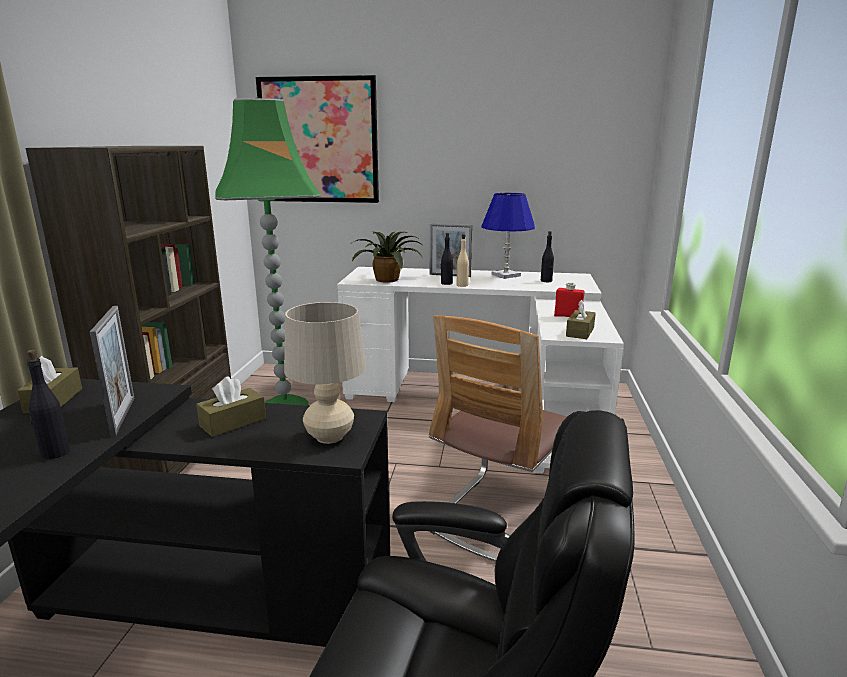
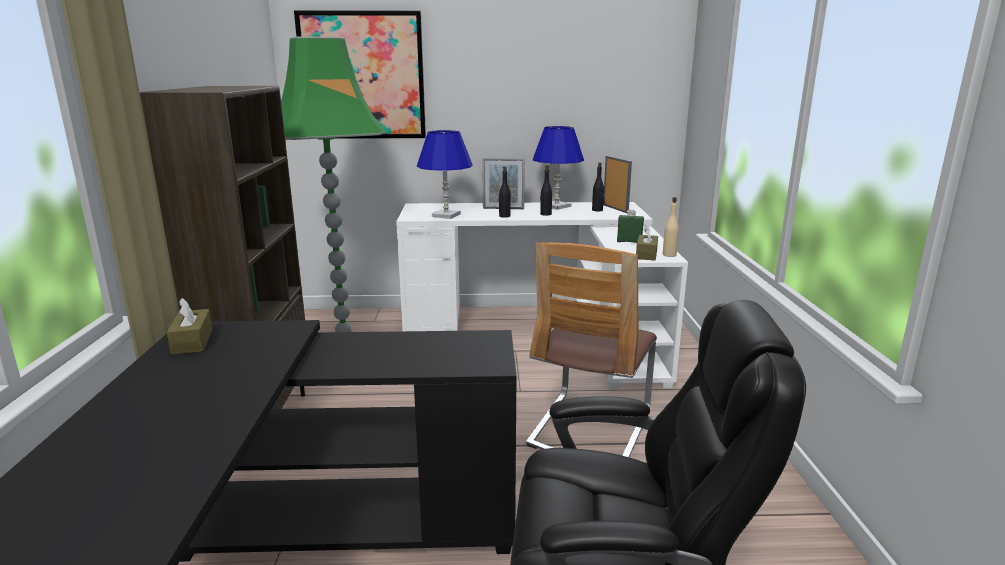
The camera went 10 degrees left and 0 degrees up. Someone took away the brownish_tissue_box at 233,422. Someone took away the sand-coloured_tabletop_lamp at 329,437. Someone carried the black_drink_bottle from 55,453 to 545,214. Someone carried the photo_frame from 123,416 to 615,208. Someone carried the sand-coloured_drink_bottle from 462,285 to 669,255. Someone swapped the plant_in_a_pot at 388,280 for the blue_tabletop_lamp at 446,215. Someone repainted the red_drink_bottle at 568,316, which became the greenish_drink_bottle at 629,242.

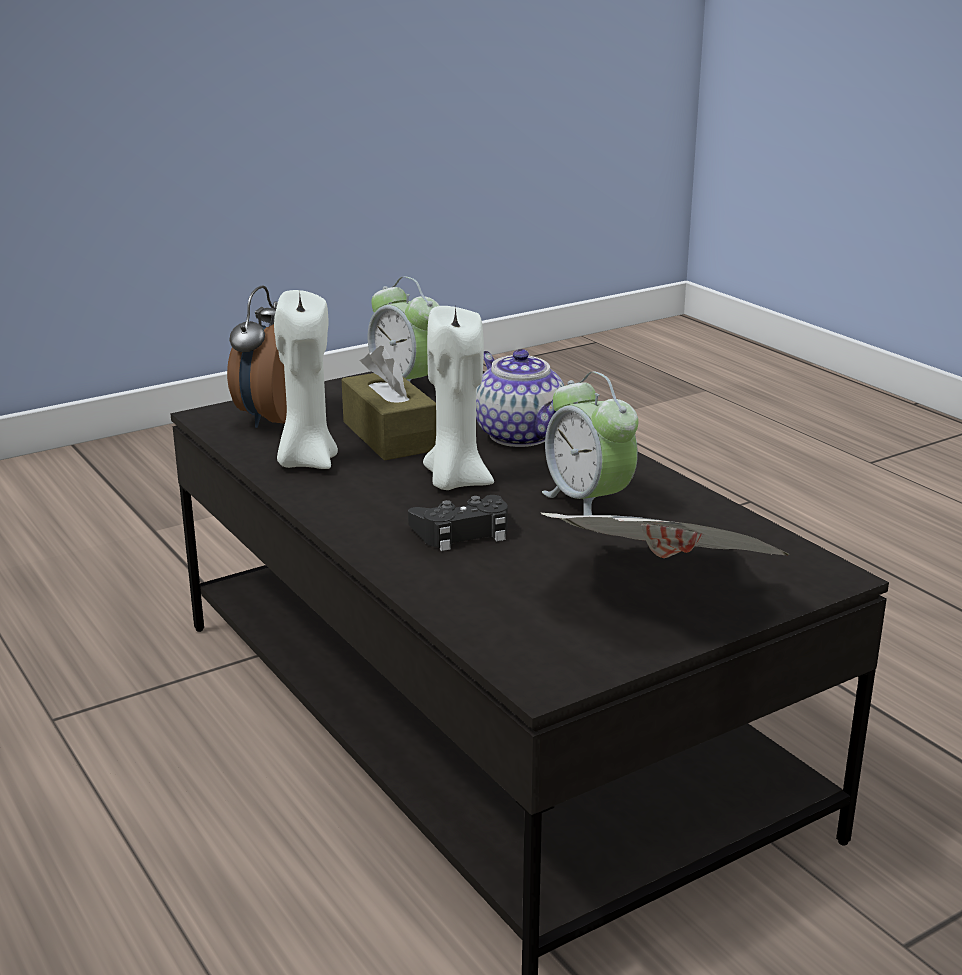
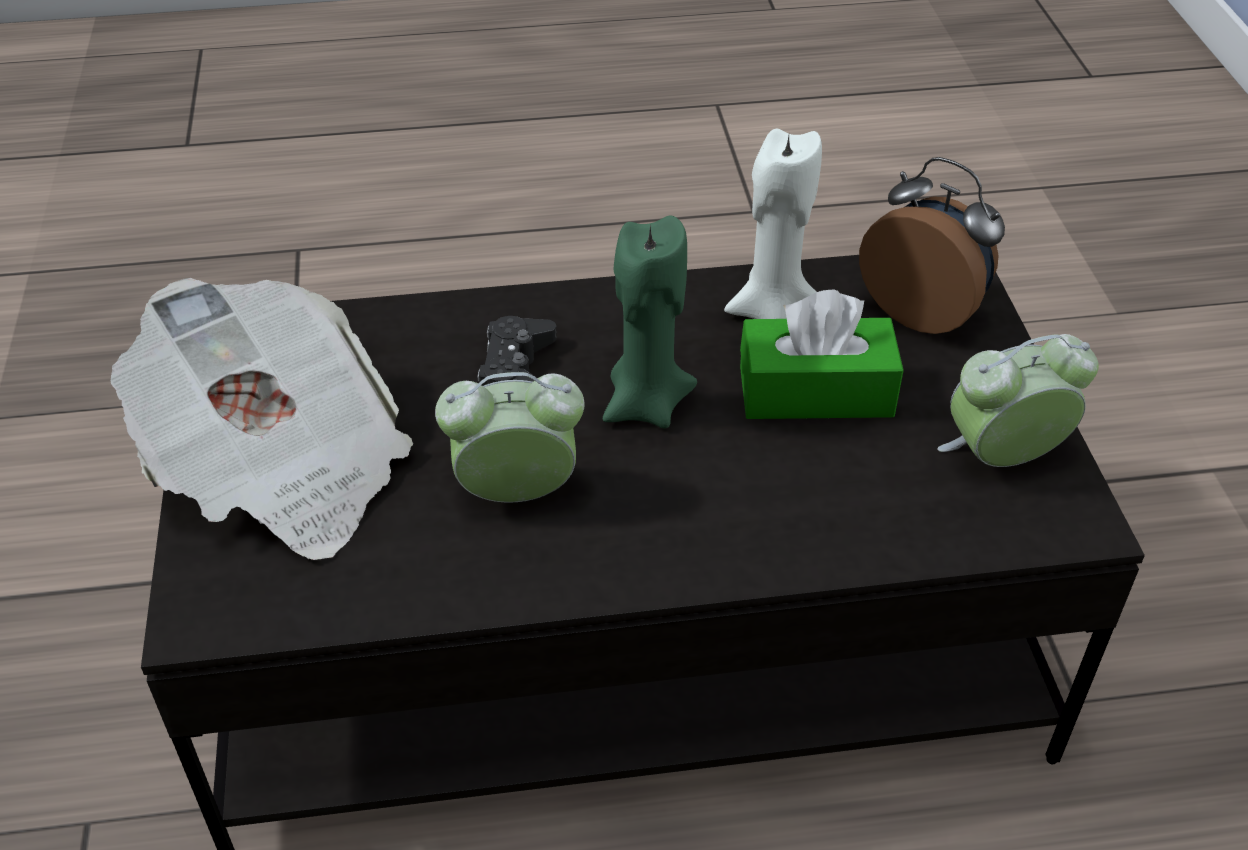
The camera went 115 degrees right and 20 degrees up. Someone took away the pot_for_tea at 521,435. Someone repainted the brownish_tissue_box at 390,436, which became the greenish_tissue_box at 815,392. Someone repainted the whitish_wax_candle at 455,481, which became the greenish_wax_candle at 646,405.

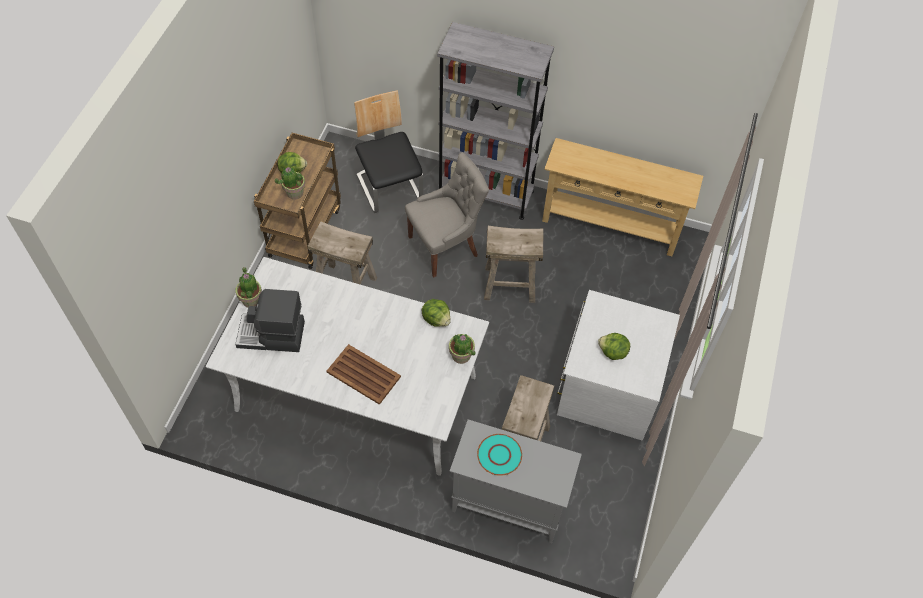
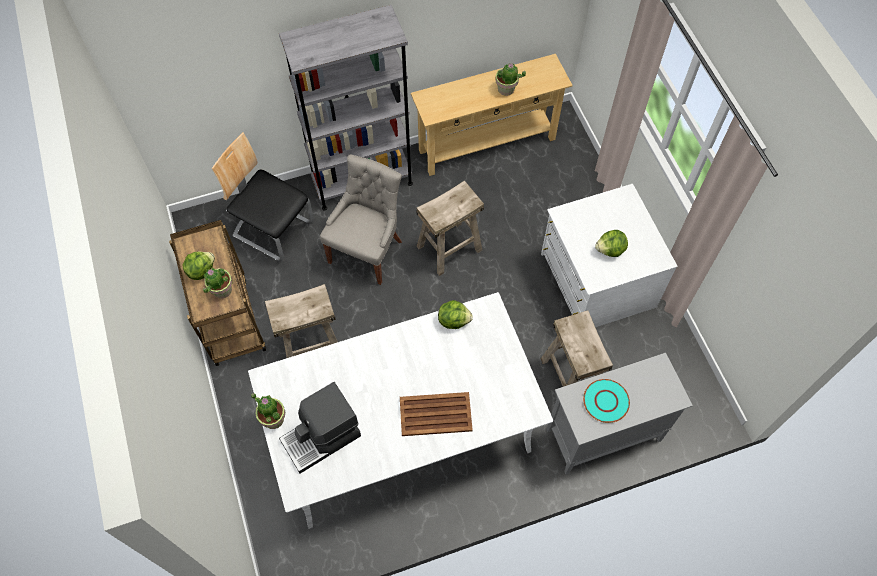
The camera went 35 degrees left and 5 degrees up. Someone carried the plant_in_a_pot from 461,356 to 506,89.

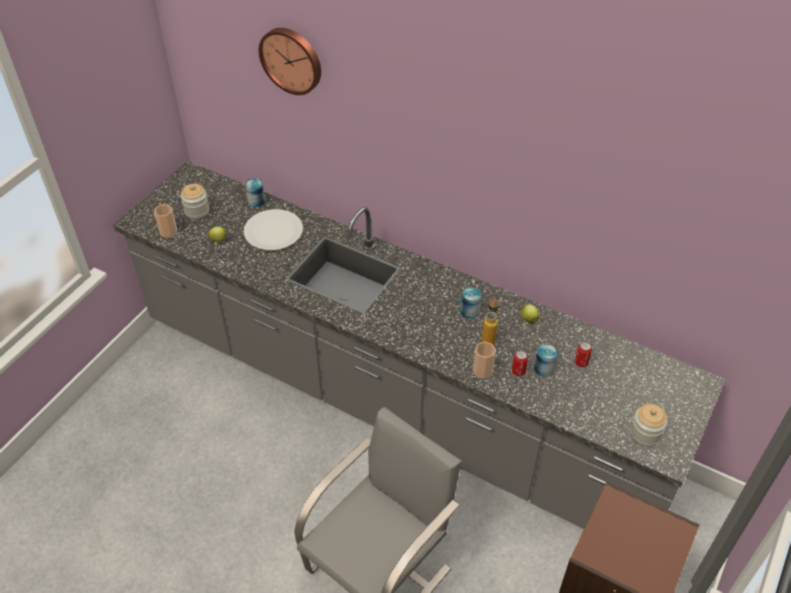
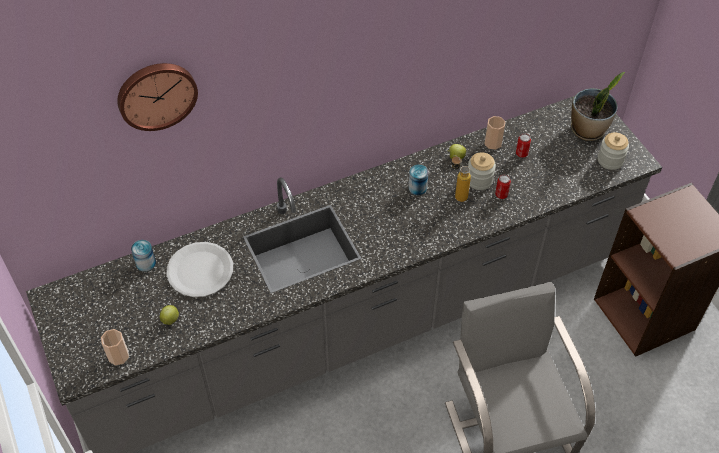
The camera went 55 degrees left and 5 degrees up. Someone took away the metal_can at 544,368. Someone put down the plant_in_a_pot at 588,130. Someone carried the jar from 197,211 to 479,180. Someone carried the cup from 482,370 to 493,143.

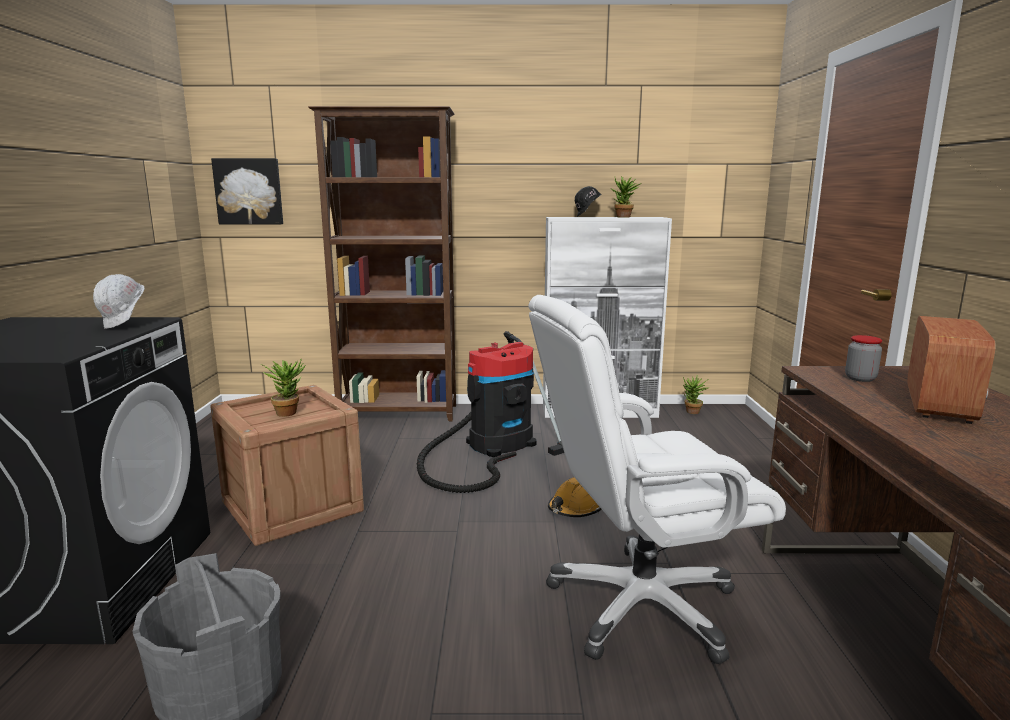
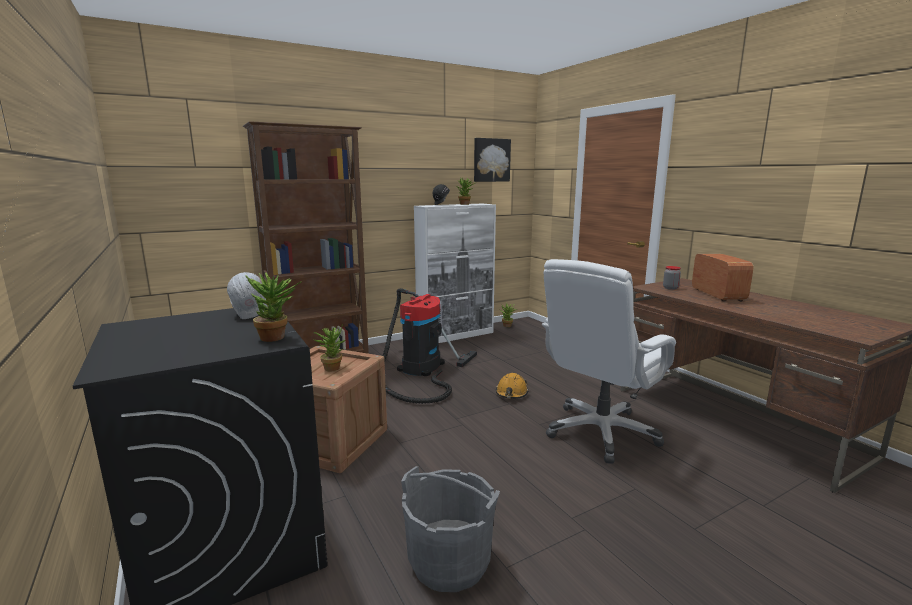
The camera went 30 degrees left and 0 degrees up. Someone put down the plant_in_a_pot at 277,337. Someone carried the wall_art from 249,191 to 491,160.

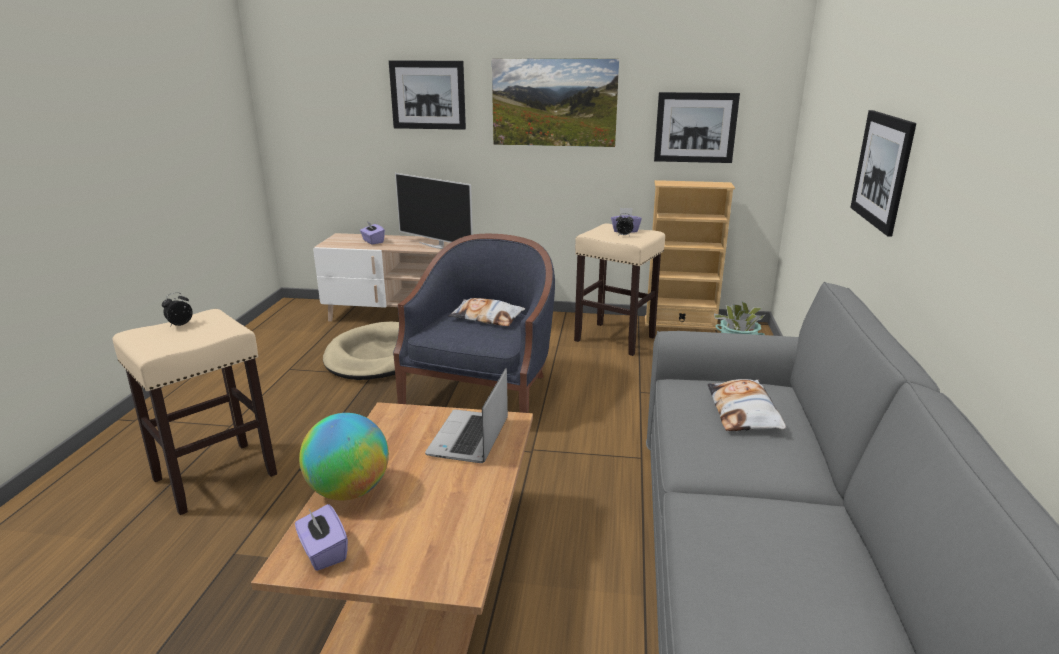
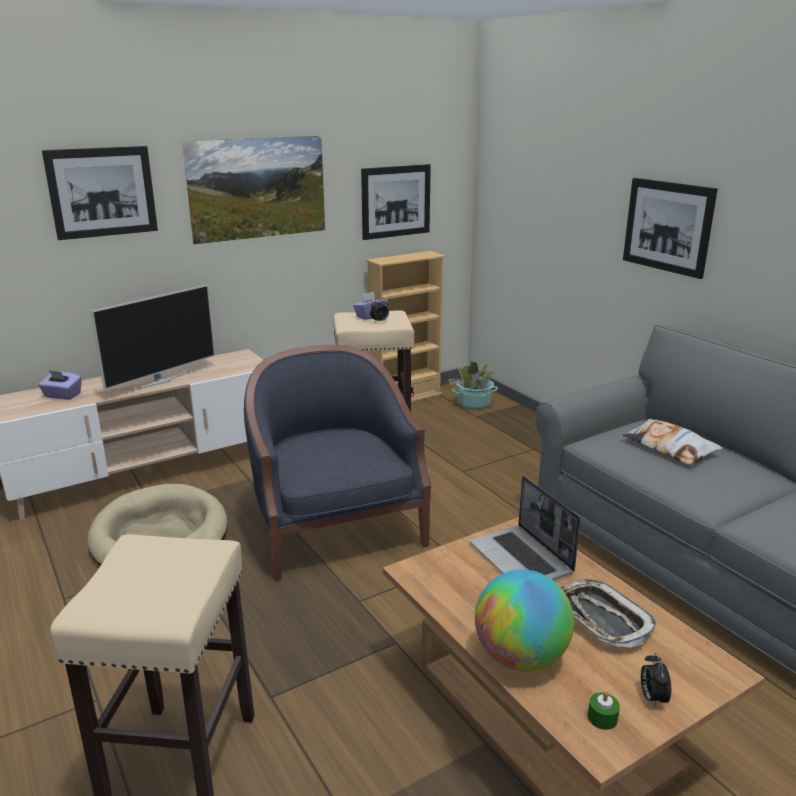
The camera went 40 degrees left and 0 degrees up. Someone took away the throw_pillow at 487,318. Someone put down the carrying_tray at 600,618. Someone carried the bedside_clock from 180,324 to 652,697. Someone swapped the purple-coloured_tissue_box at 323,552 for the greenish_wax_candle at 602,718. Someone rotated the television at 438,246 by 45 degrees counterclockwise.

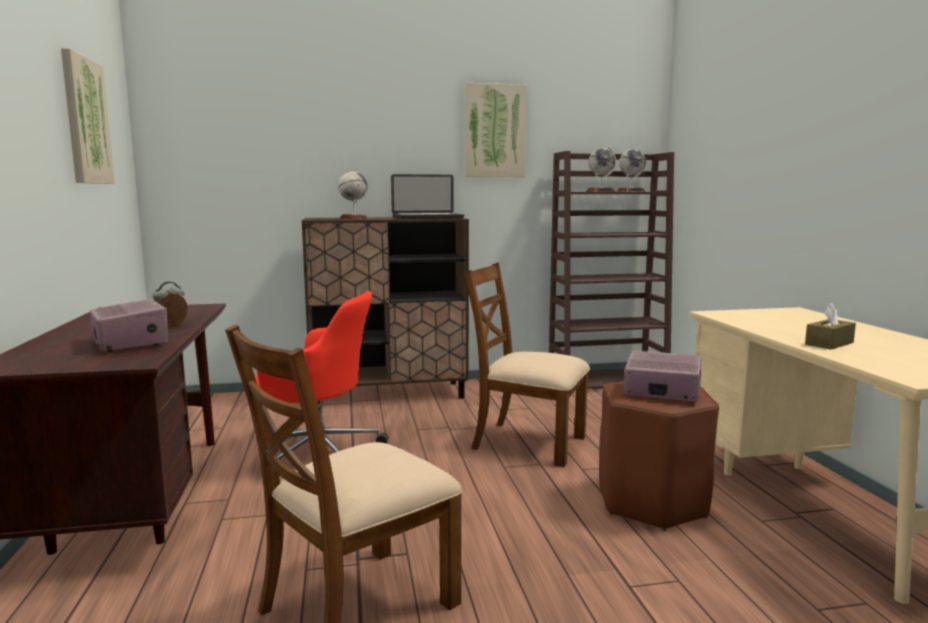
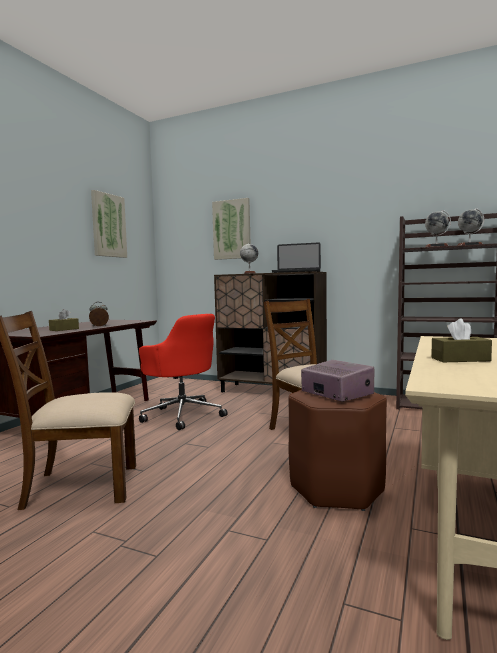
The camera went 35 degrees right and 5 degrees down. Someone carried the wall_art from 494,131 to 232,229. Someone swapped the radio_set at 130,343 for the brownish_tissue_box at 64,329.

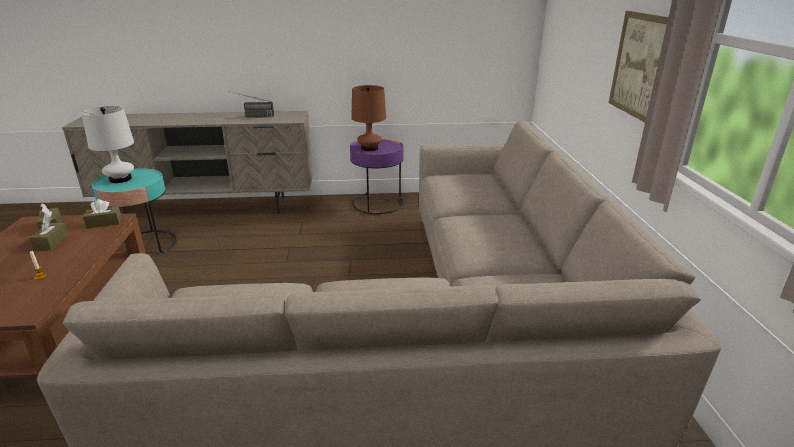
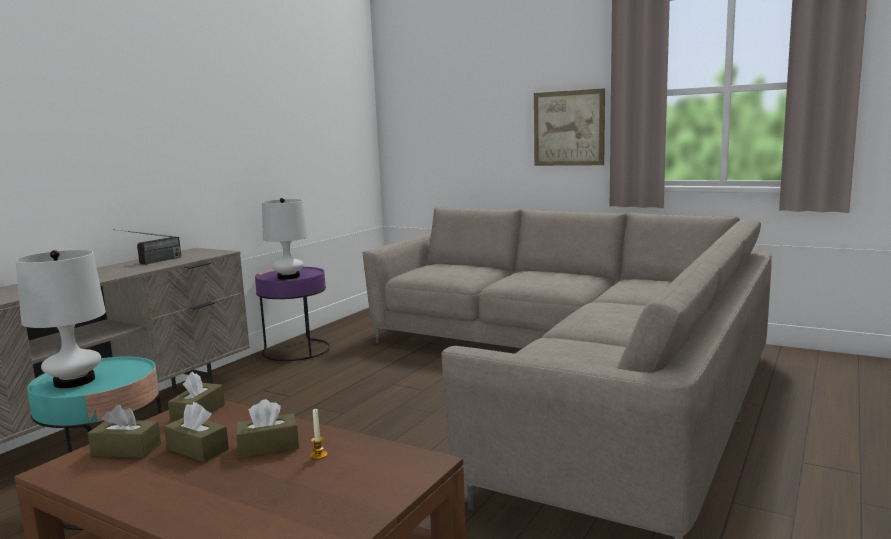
The camera went 55 degrees left and 15 degrees down. Someone put down the brownish_tissue_box at 268,447. Someone repainted the brownish_tabletop_lamp at 369,148, which became the whitish_tabletop_lamp at 288,277.

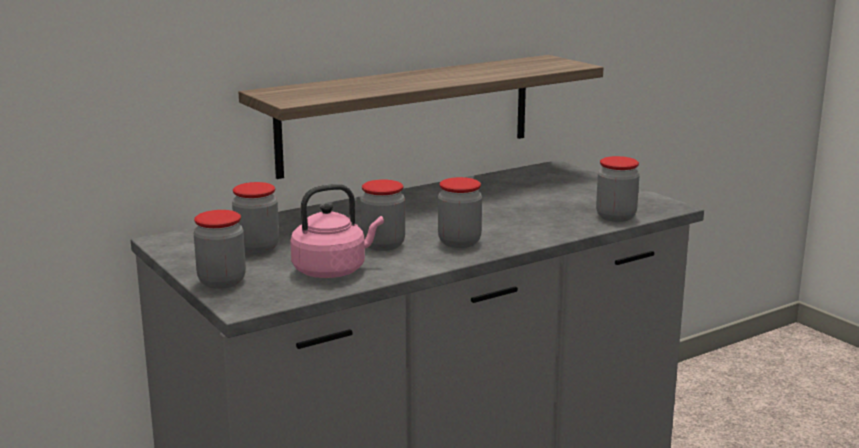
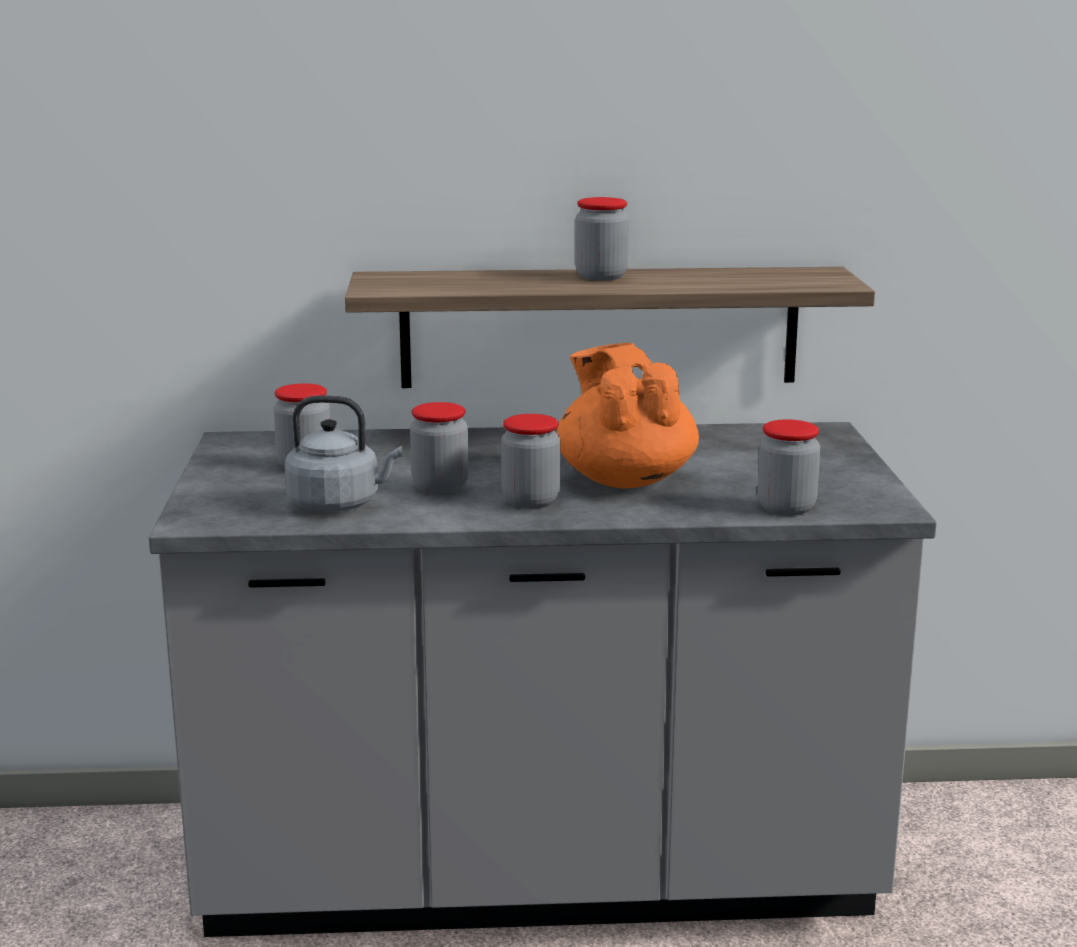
The camera went 30 degrees right and 0 degrees up. Someone put down the orangey_pot_for_tea at 625,479. Someone carried the jar from 222,281 to 601,276. Someone repainted the pinkish_water_kettle at 333,270, which became the greyish_water_kettle at 339,504.

